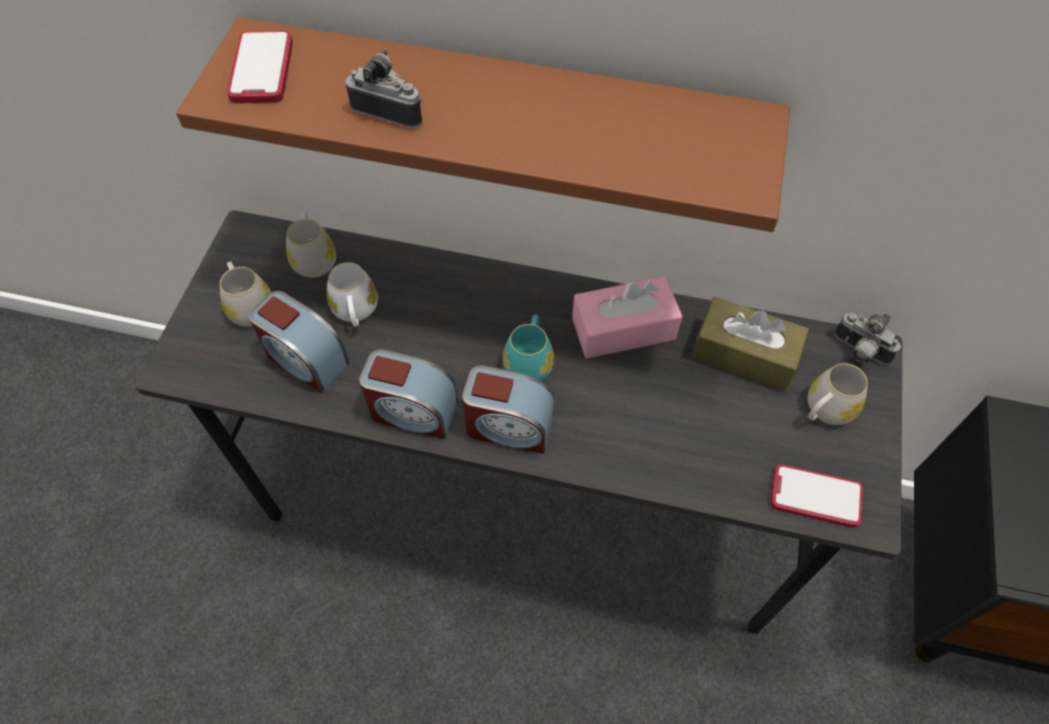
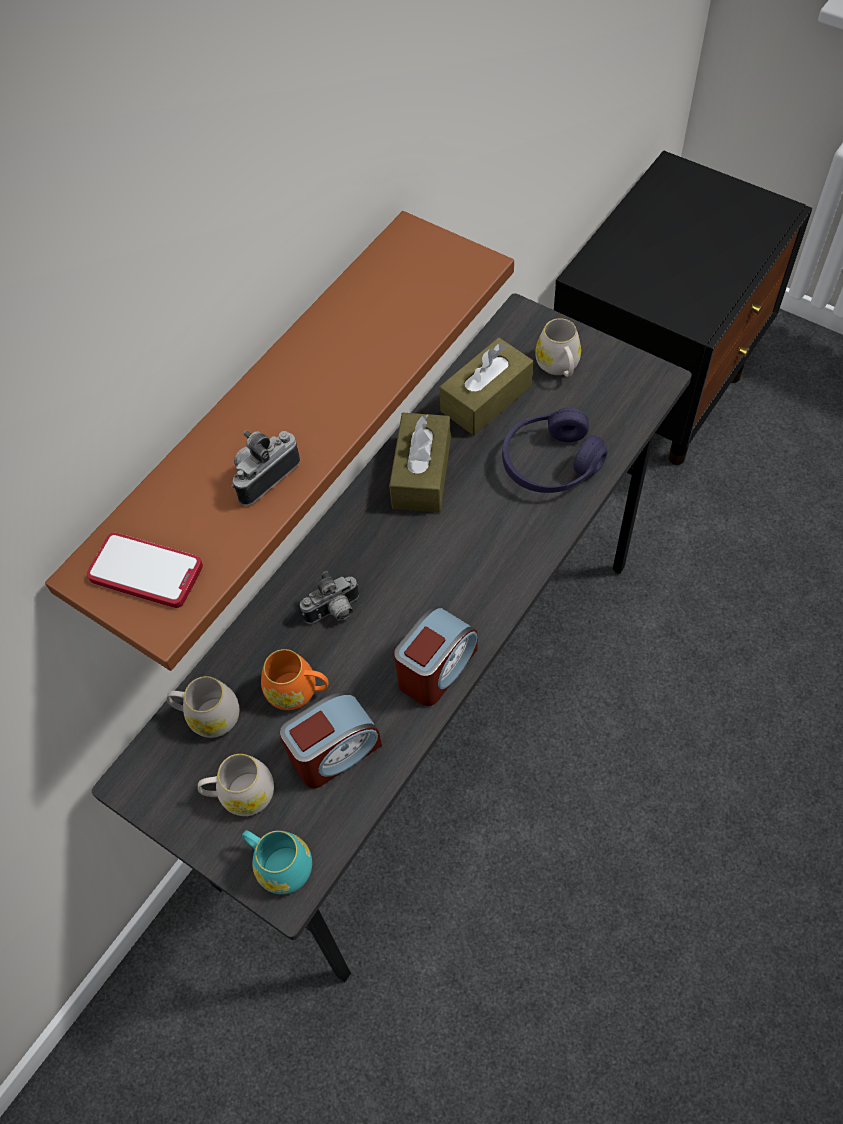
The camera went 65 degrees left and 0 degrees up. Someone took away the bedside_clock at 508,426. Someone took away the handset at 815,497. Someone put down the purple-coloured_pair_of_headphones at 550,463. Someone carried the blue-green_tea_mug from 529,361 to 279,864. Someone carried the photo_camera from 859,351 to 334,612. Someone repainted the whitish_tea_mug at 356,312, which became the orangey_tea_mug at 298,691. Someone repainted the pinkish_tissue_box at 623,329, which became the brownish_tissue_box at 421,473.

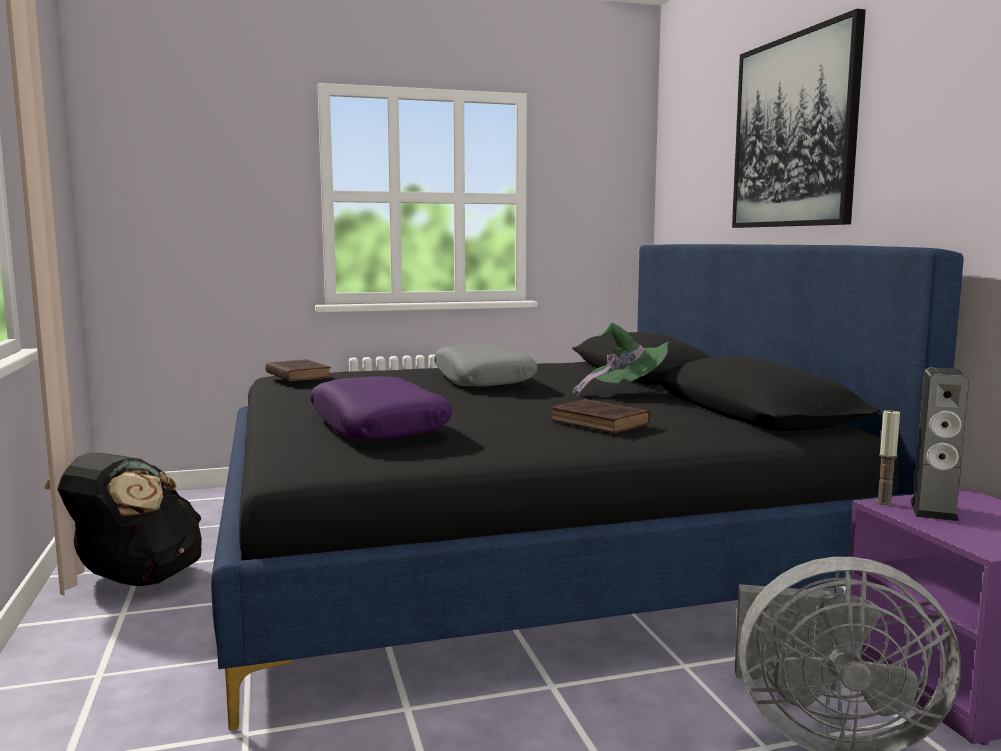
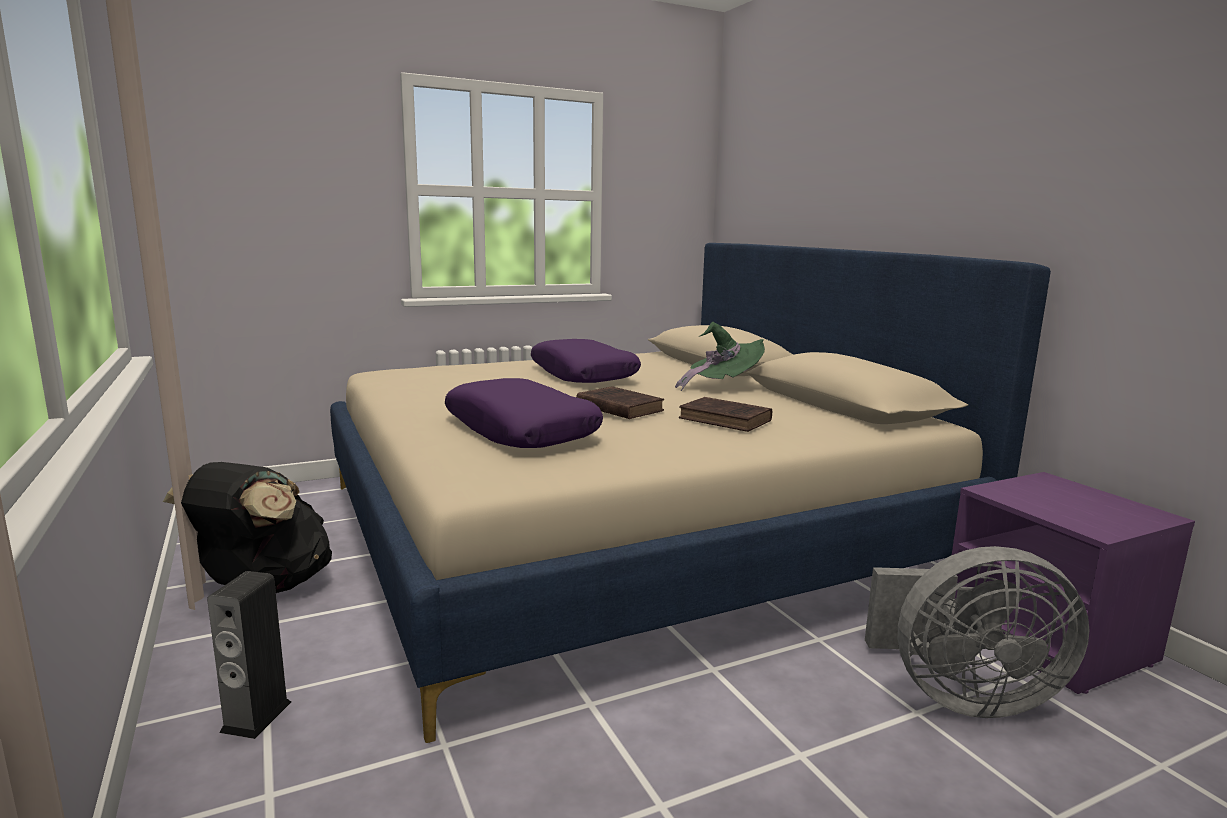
The camera went 10 degrees left and 5 degrees up. Someone took away the wall_art at 794,132. Someone took away the wax_candle at 884,502. Someone carried the brownish_book from 297,375 to 617,407. Someone carried the speaker from 933,510 to 256,716. Someone repainted the black_bed at 518,546, which became the sand-coloured_bed at 626,529. Someone repainted the greyish_throw_pillow at 484,381, which became the purple-coloured_throw_pillow at 584,375.

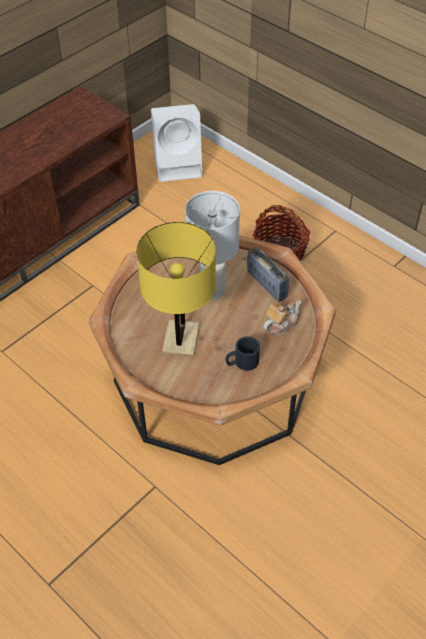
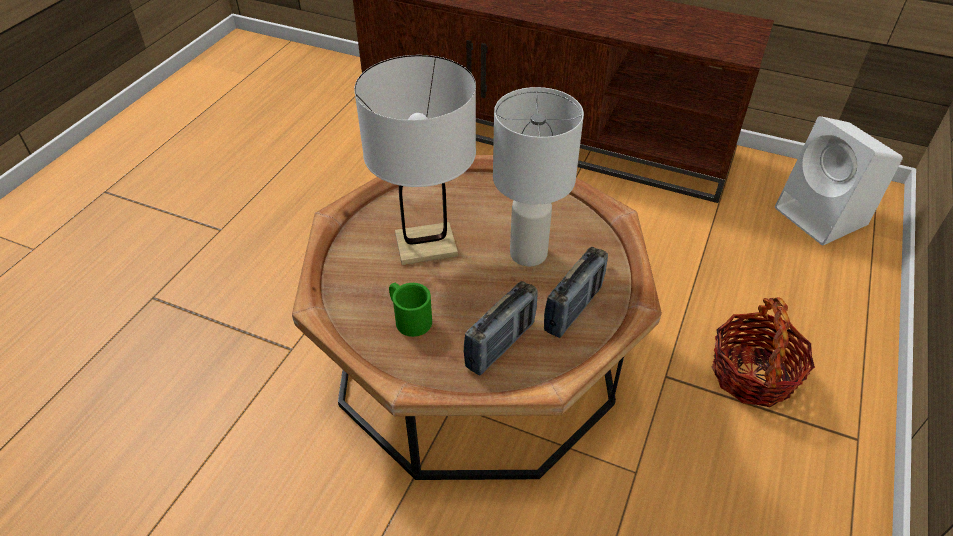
The camera went 70 degrees right and 5 degrees down. Someone swapped the pot_for_tea at 280,325 for the radio_set at 500,345. Someone repainted the yellowish_tabletop_lamp at 181,339, which became the whitish_tabletop_lamp at 426,245. Someone repainted the black_tea_mug at 241,363, which became the greenish_tea_mug at 408,317.

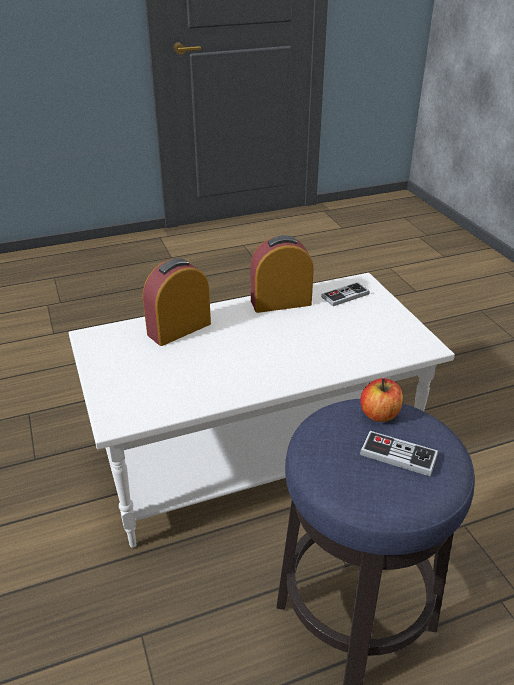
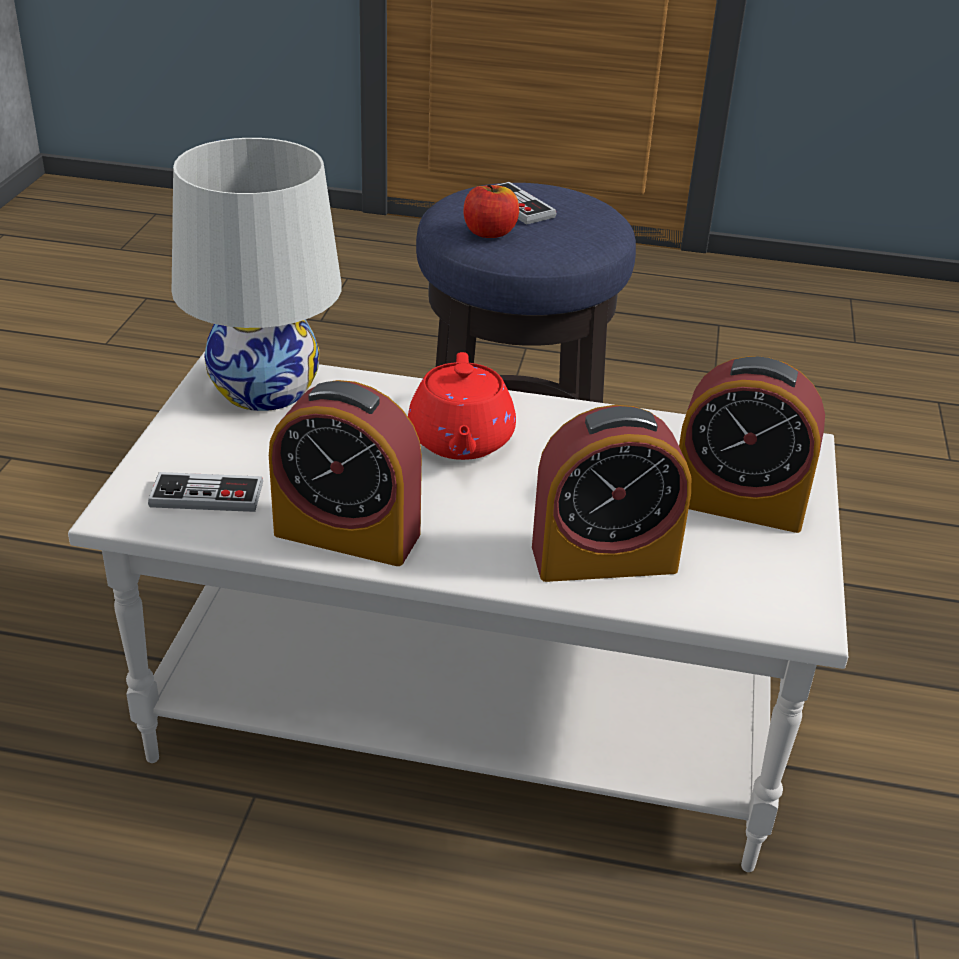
The camera went 150 degrees left and 0 degrees up. Someone put down the whitish_tabletop_lamp at 265,389. Someone put down the red_pot_for_tea at 460,441. Someone put down the bedside_clock at 738,503.

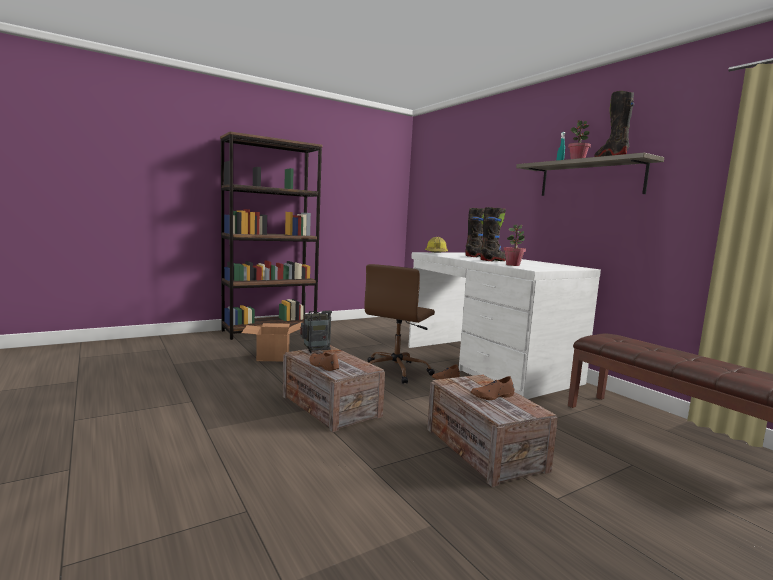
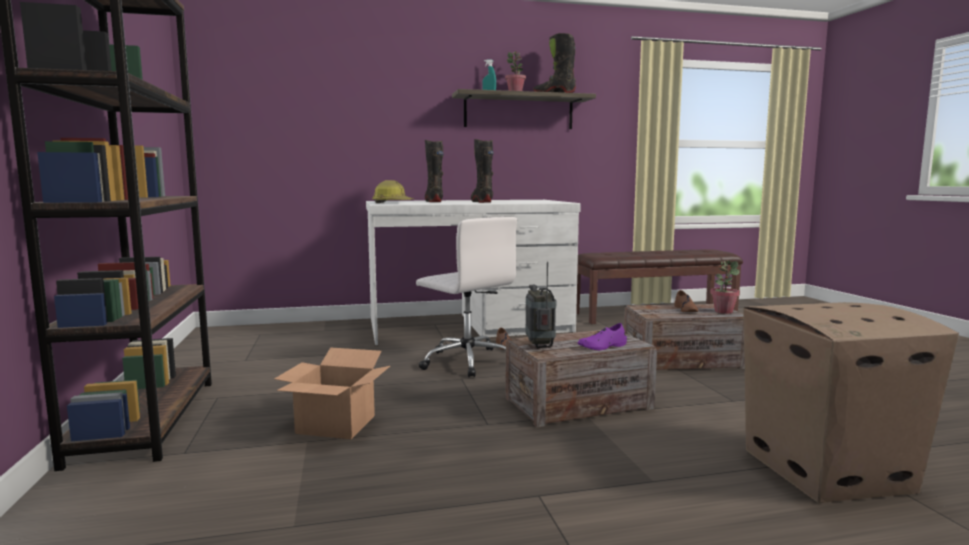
The camera went 70 degrees left and 0 degrees up. Someone put down the carton at 824,471. Someone carried the plant_in_a_pot from 513,265 to 723,311. Someone repainted the brownish_low_shoe at 323,365, which became the purple-coloured_low_shoe at 602,346. Someone repainted the brownish_desk_chair at 396,371, which became the whitish_desk_chair at 466,361.

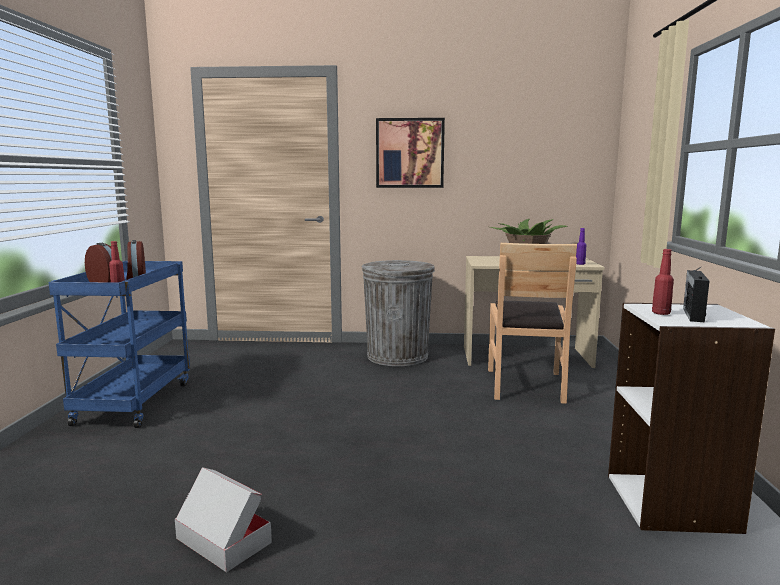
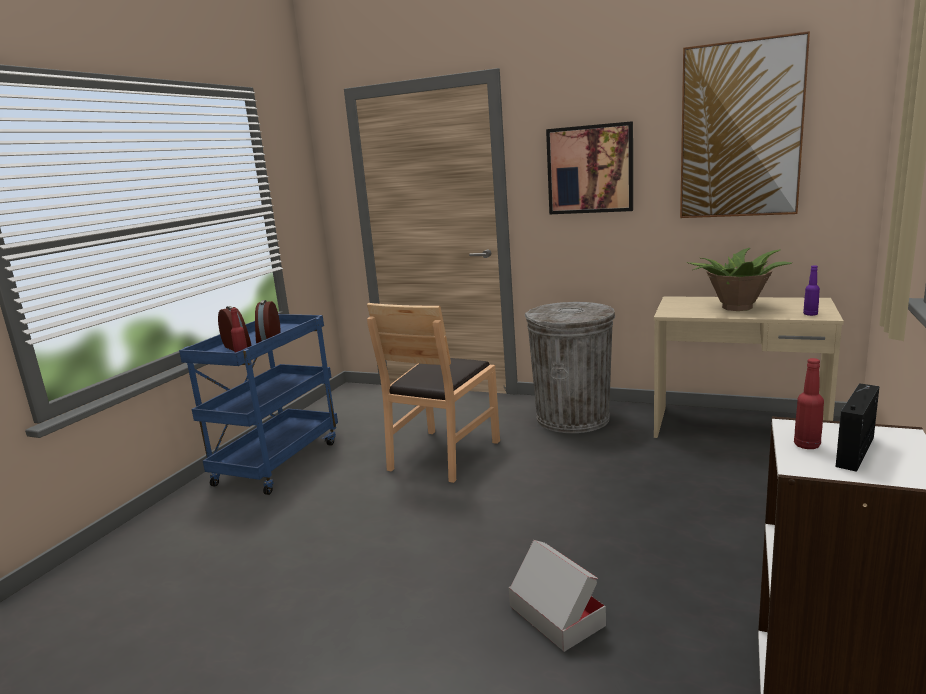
The camera went 20 degrees right and 5 degrees up. Someone put up the wall_art at 740,131. Someone carried the carton from 223,540 to 556,615. Someone carried the brownish_chair from 526,385 to 443,454.

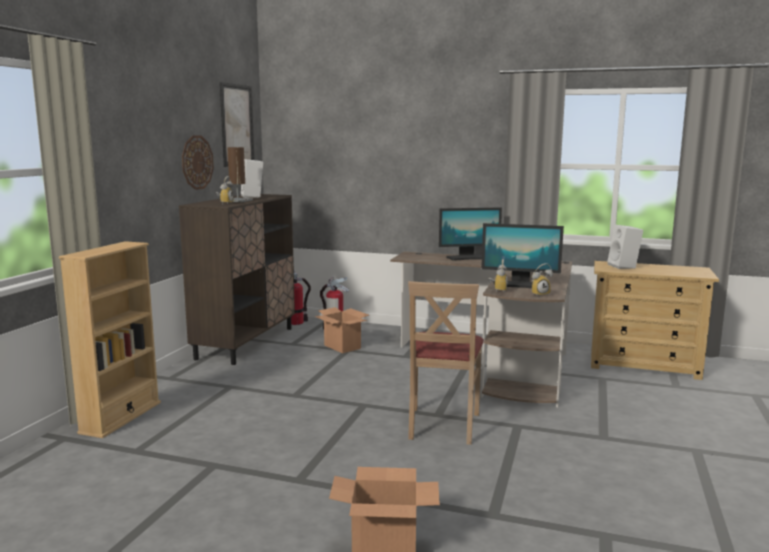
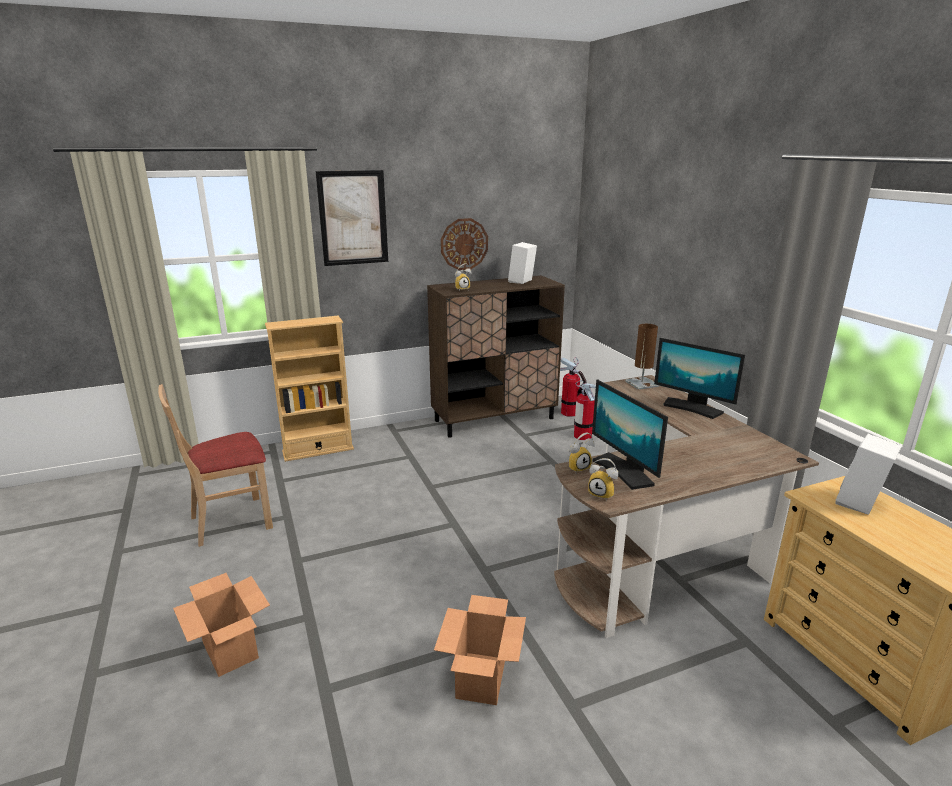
The camera went 50 degrees right and 10 degrees up. Someone carried the wall_art from 237,125 to 353,218. Someone carried the brownish_tabletop_lamp from 238,200 to 641,384. Someone carried the carton from 342,347 to 481,679. Someone carried the sand-coloured_chair from 442,425 to 231,521.

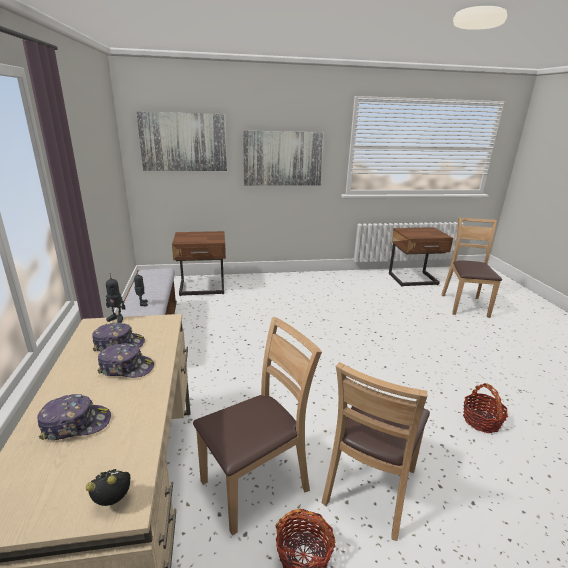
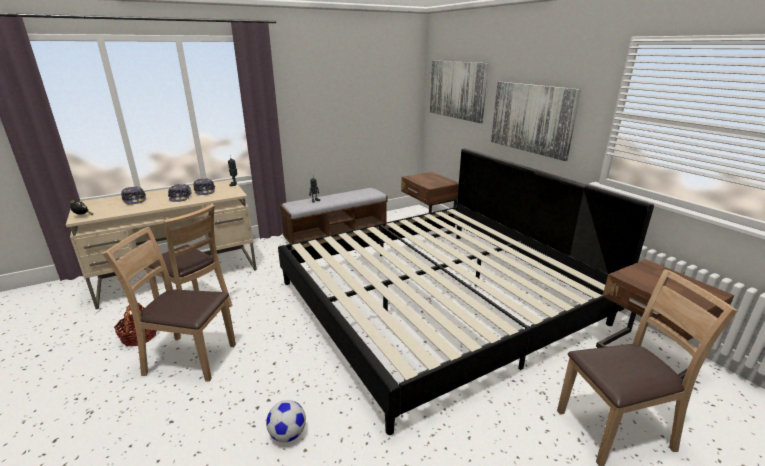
The camera went 70 degrees right and 0 degrees up. Someone put down the bed at 436,302. Someone swapped the storage_basket at 481,421 for the ball_for_football at 288,434.

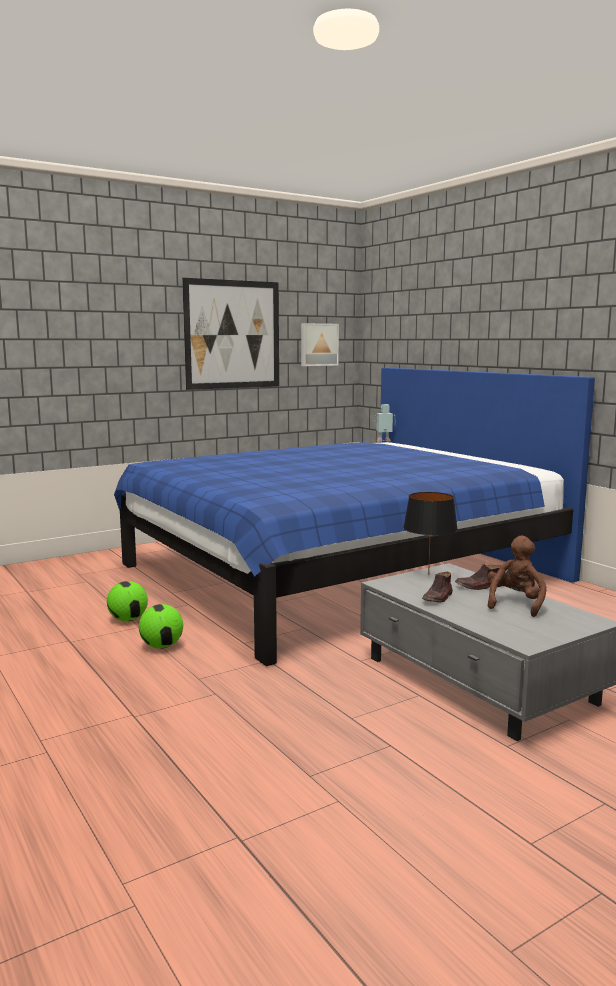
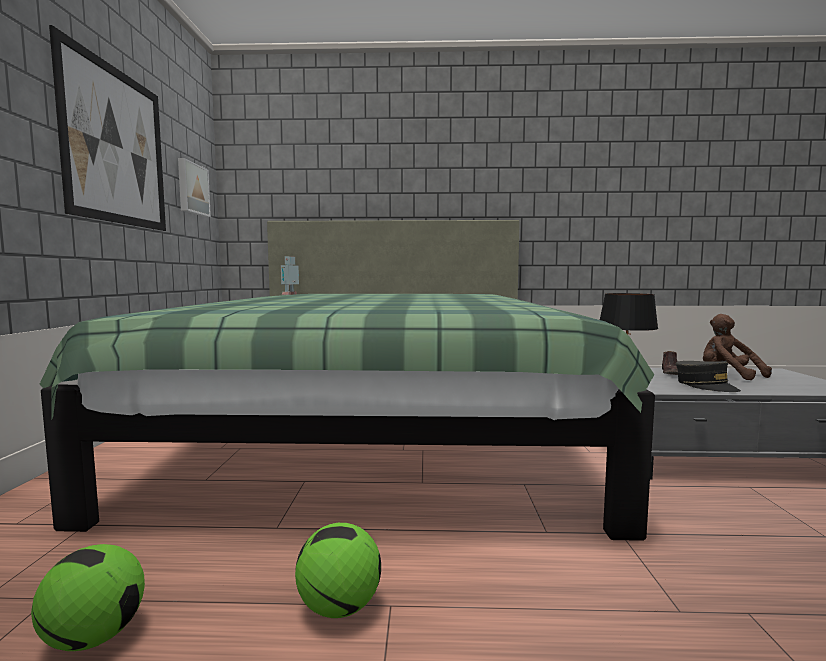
The camera went 55 degrees left and 5 degrees down. Someone carried the ball_for_football from 161,646 to 94,637. Someone swapped the brownish_low_shoe at 438,598 for the greyish_peaked_cap at 705,385. Someone repainted the blue_bed at 339,572, which became the greenish_bed at 377,426.

